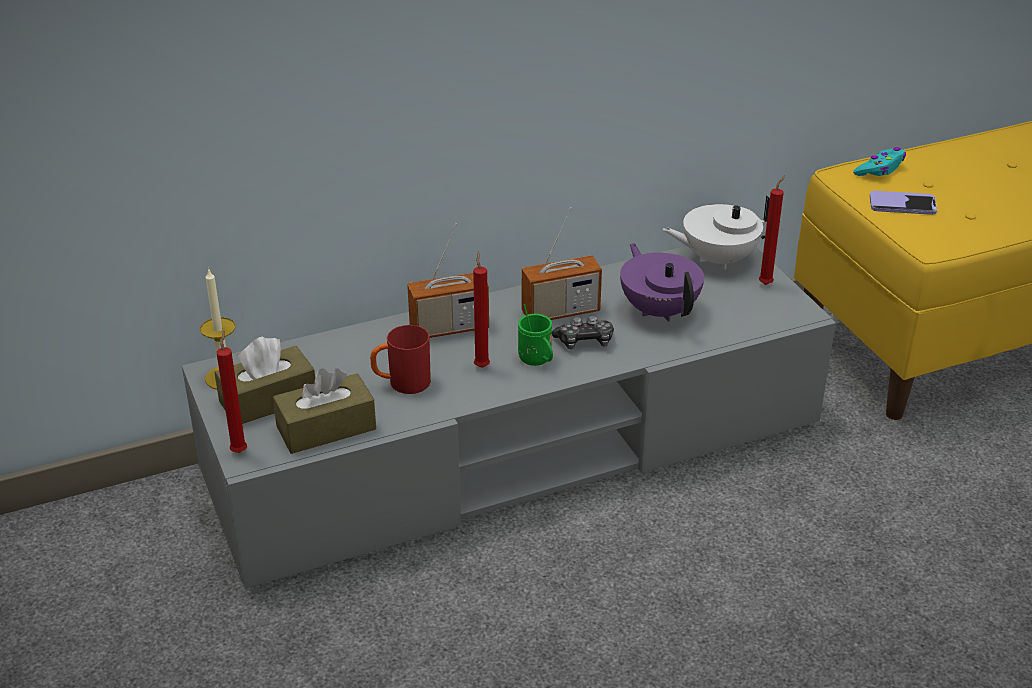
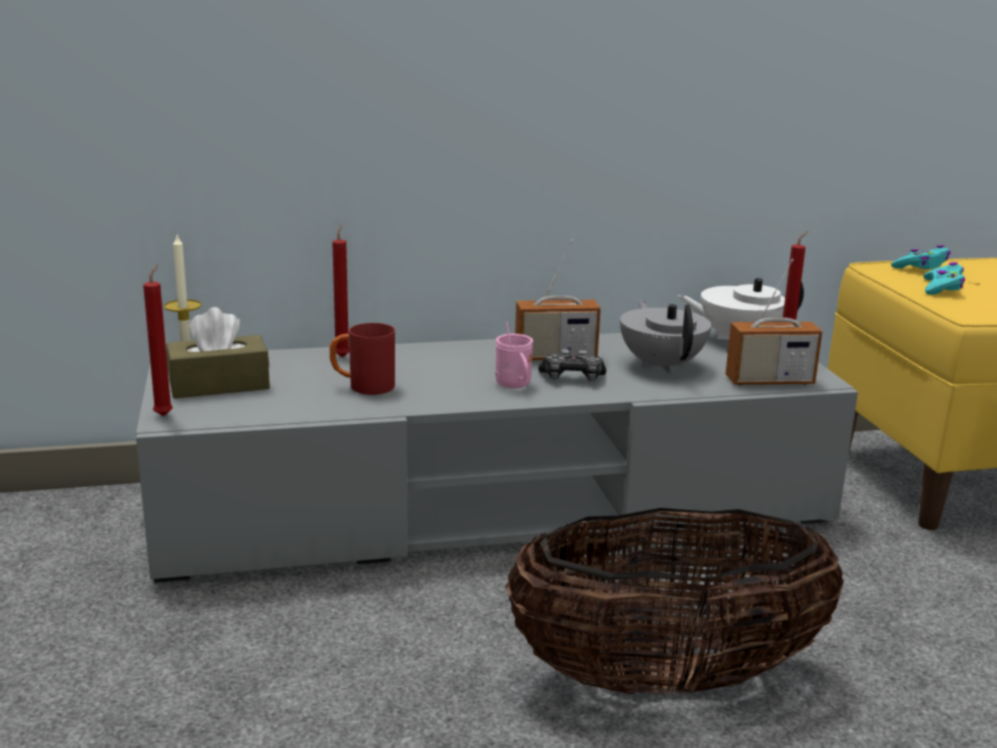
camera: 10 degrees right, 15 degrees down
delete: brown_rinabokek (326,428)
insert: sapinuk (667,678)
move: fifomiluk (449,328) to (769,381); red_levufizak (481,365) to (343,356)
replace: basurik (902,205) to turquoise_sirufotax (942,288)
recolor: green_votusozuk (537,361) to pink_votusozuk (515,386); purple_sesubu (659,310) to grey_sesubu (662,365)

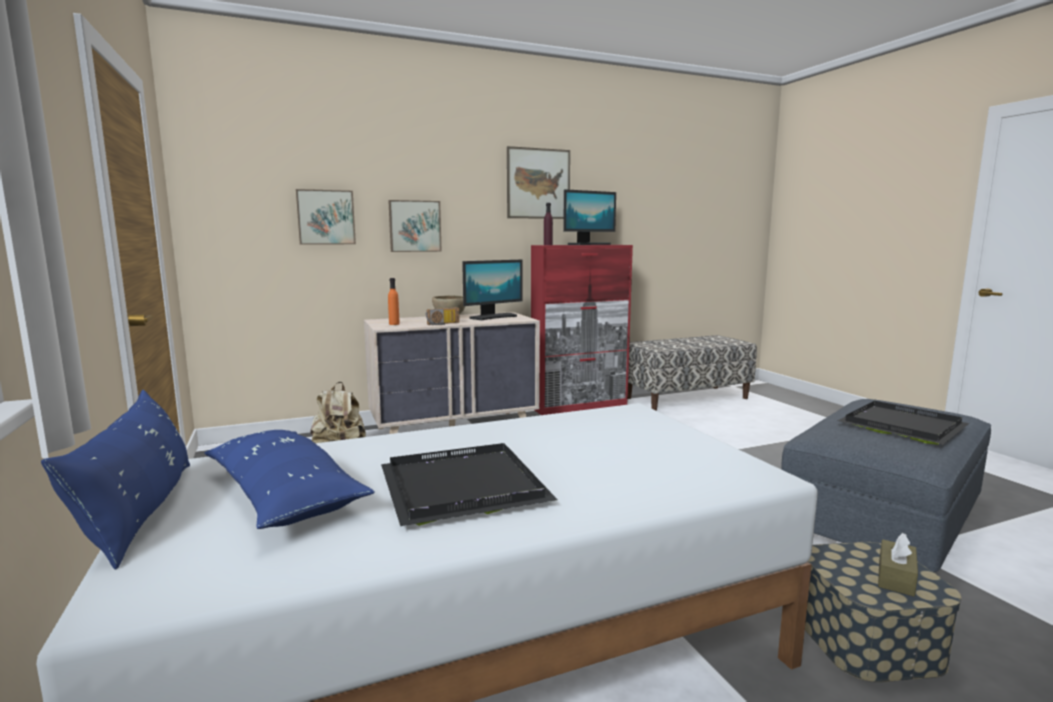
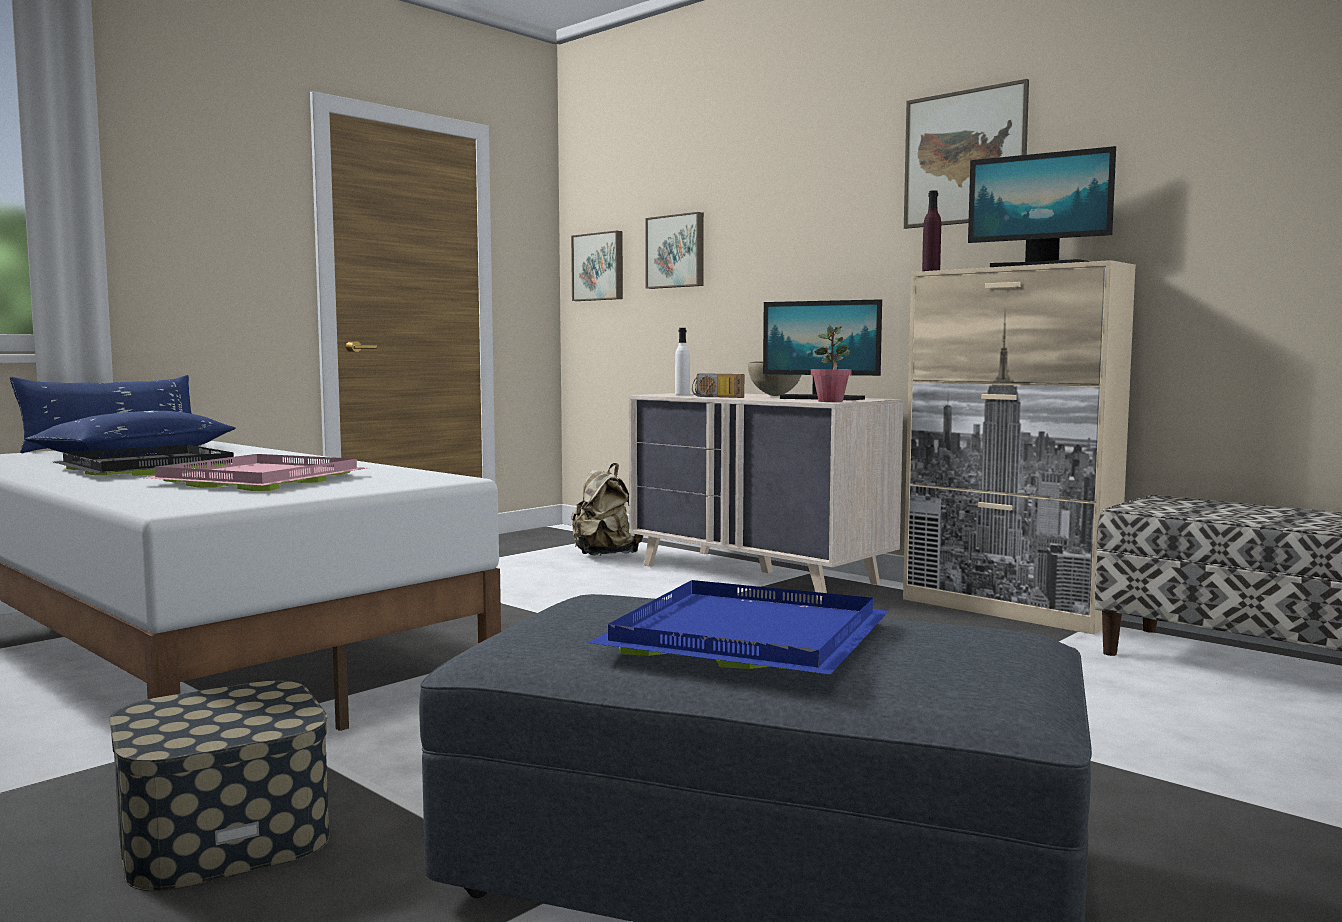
camera: 65 degrees right, 5 degrees down
delete: brown_rinabokek (896,577)
insert: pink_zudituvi (260,480); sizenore (830,401)
move: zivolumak (414,226) to (599,267)
recolor: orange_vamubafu (394,324) to white_vamubafu (682,394); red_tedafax (579,406) to beige_tedafax (1007,610); black_zudituvi (900,425) to blue_zudituvi (752,636)

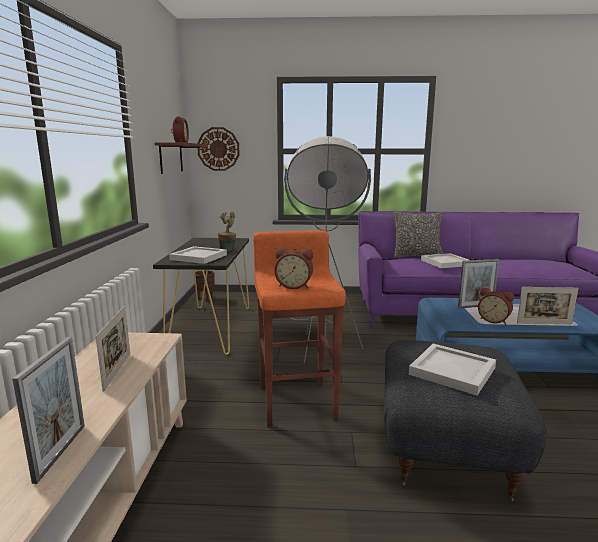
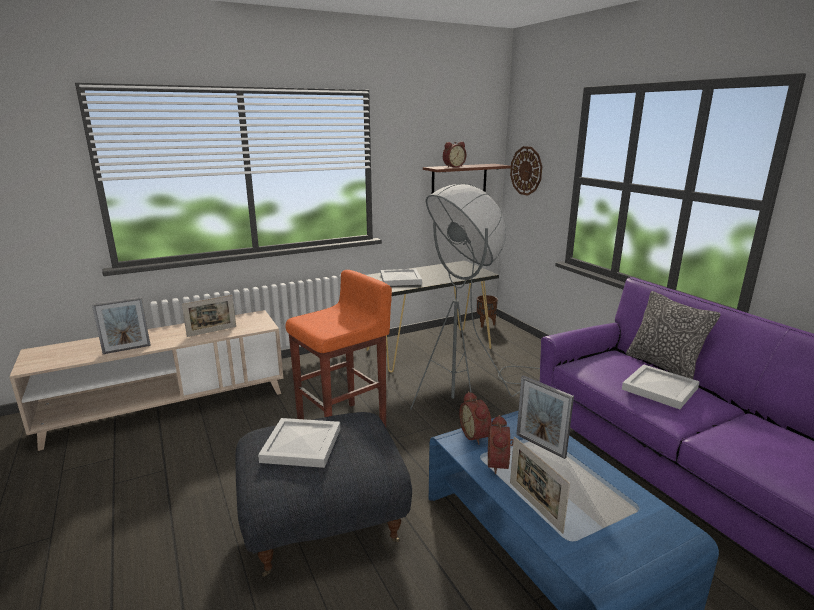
camera: 60 degrees right, 5 degrees up
delete: sizenore (228,250)
move: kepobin (294,286) to (476,435)

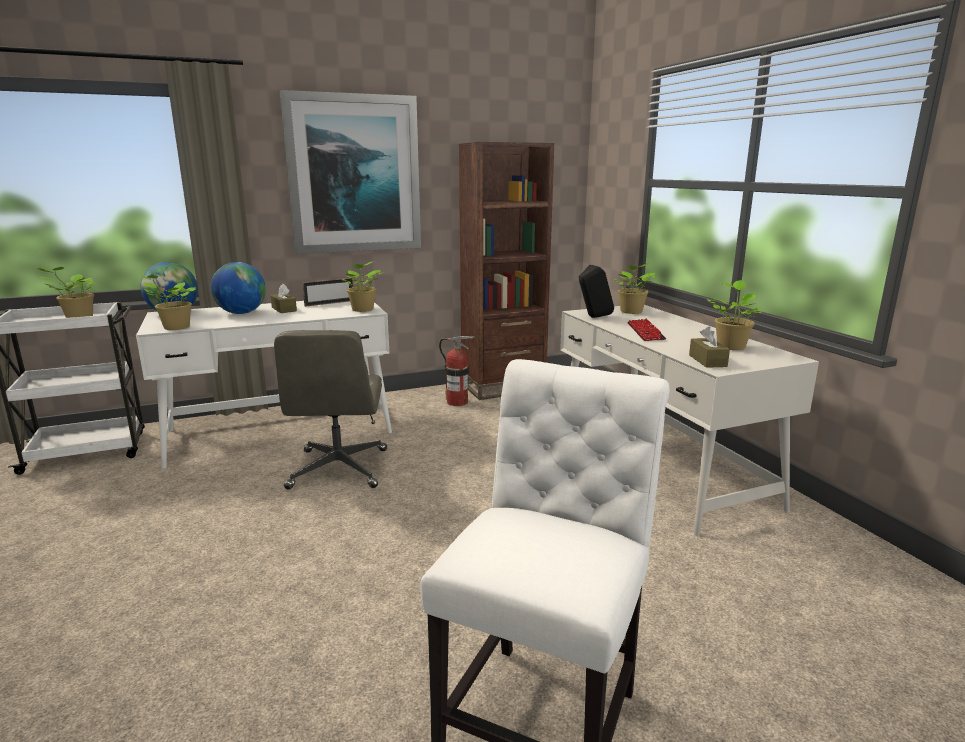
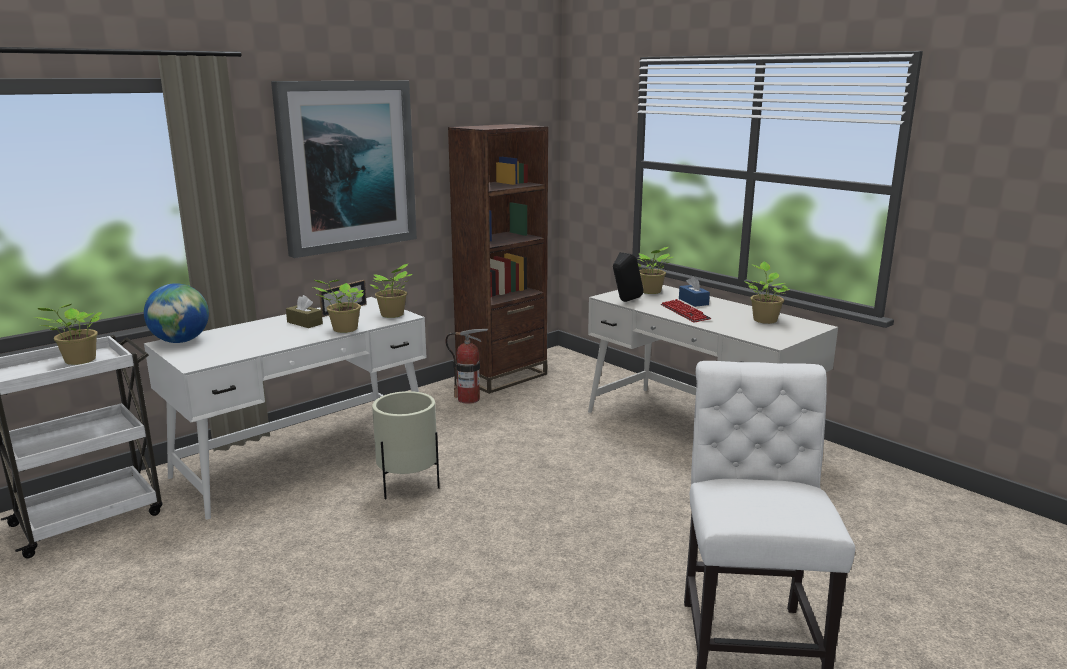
camera: 20 degrees left, 0 degrees up
delete: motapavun (241,313); brown_rinabokek (707,361)
insert: blue_rinabokek (693,301)
move: sizenore (174,327) to (343,330)
replace: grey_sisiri (339,469) to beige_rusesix (408,486)

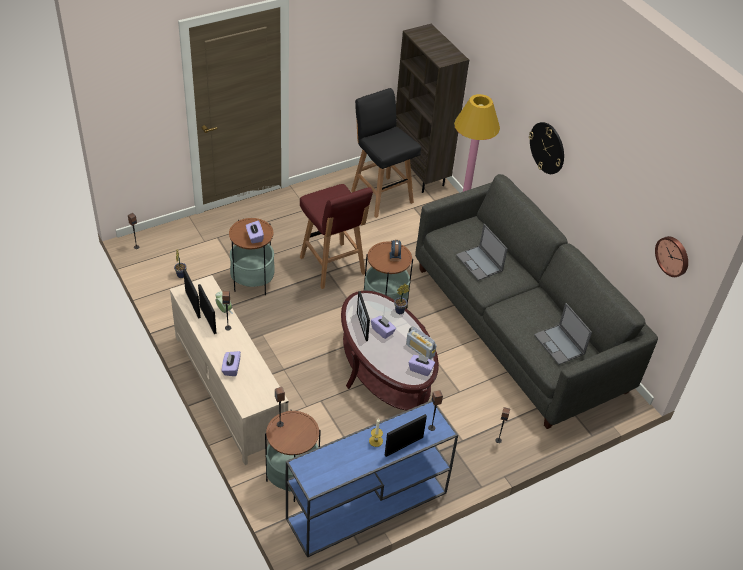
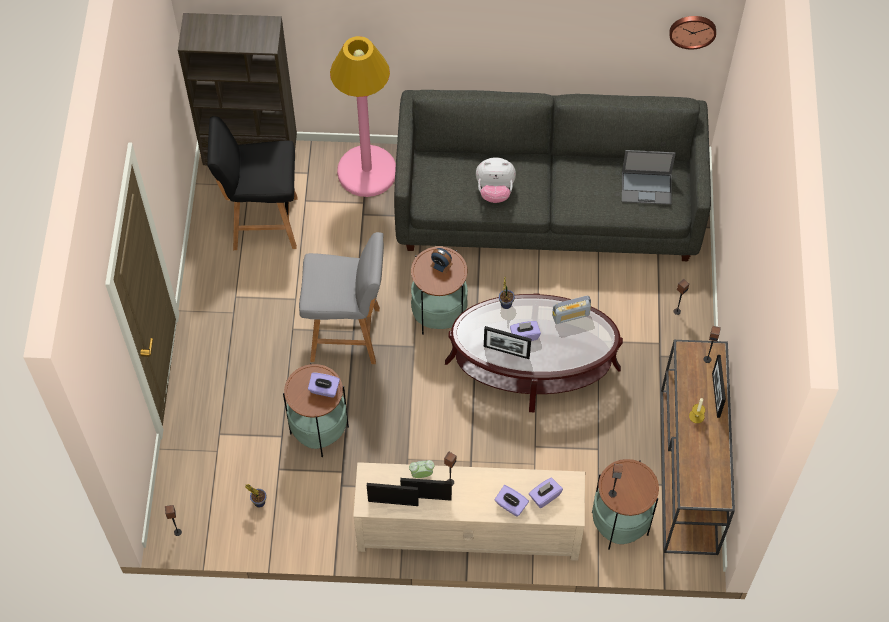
camera: 55 degrees left, 15 degrees up
delete: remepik (547,148)
move: purple_rinabokek (421,369) to (544,496)
replace: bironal (479,263) to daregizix (495,191)
recolor: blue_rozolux (366,506) to brown_rozolux (689,472); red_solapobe (333,267) to grey_solapobe (347,335)

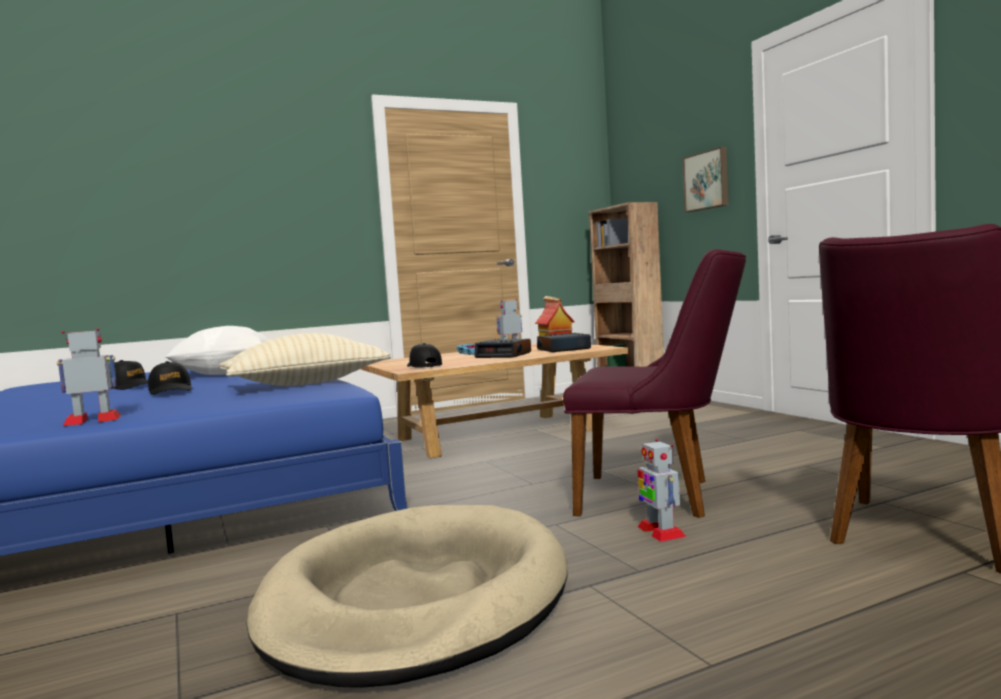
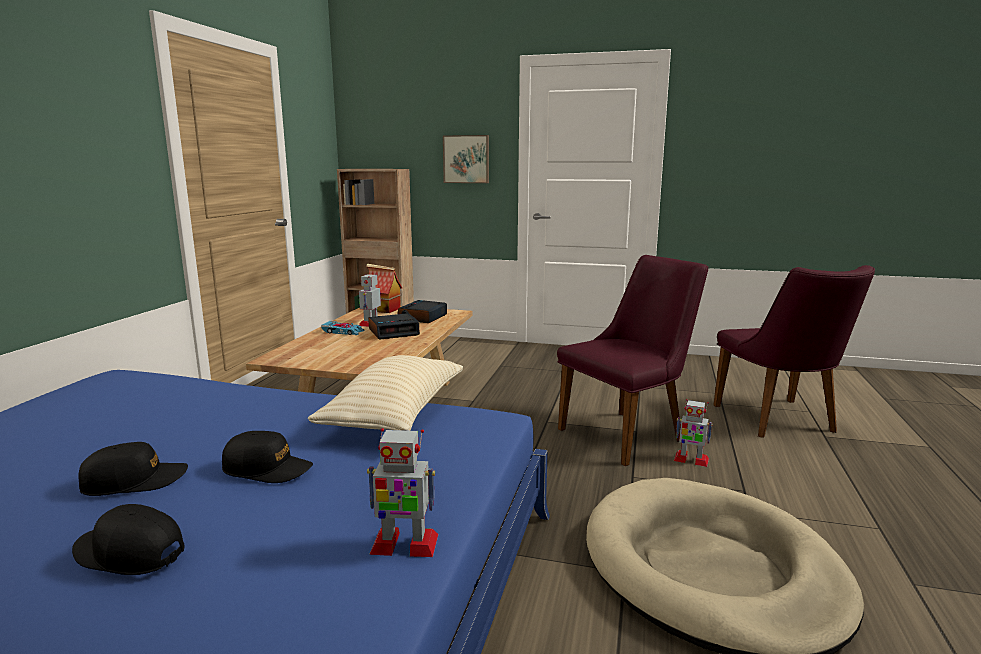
camera: 50 degrees left, 10 degrees up
delete: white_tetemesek (226,373)
move: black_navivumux (424,366) to (129,553)
rotate: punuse (93,420) = (403,544) 105 degrees counterclockwise

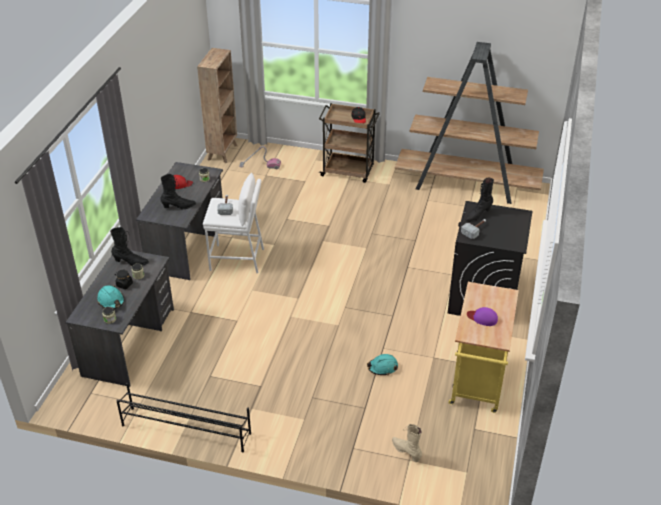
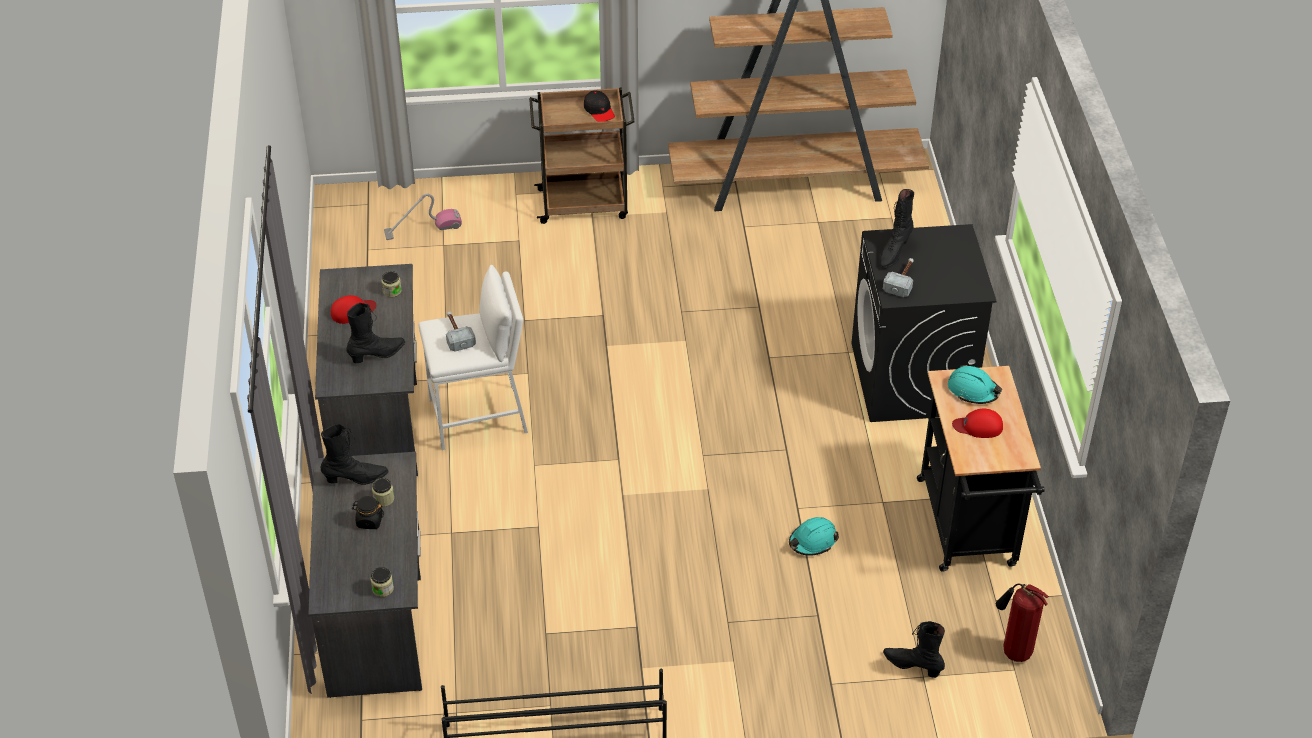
camera: 20 degrees left, 5 degrees up
delete: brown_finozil (223,152)
insert: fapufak (1013,651)
move: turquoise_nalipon (111,301) to (973,390)
recolor: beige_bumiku (406,451) to black_bumiku (912,665); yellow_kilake (477,385) to black_kilake (968,529); purple_navivumux (482,318) to red_navivumux (978,426)

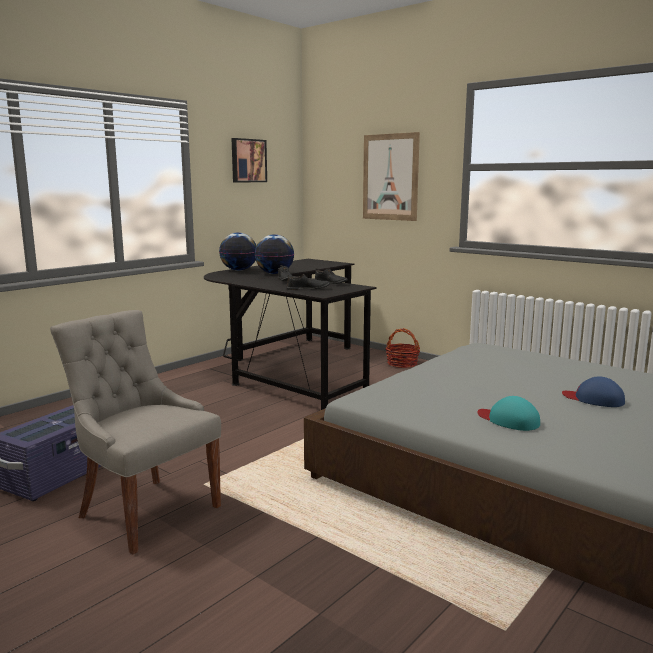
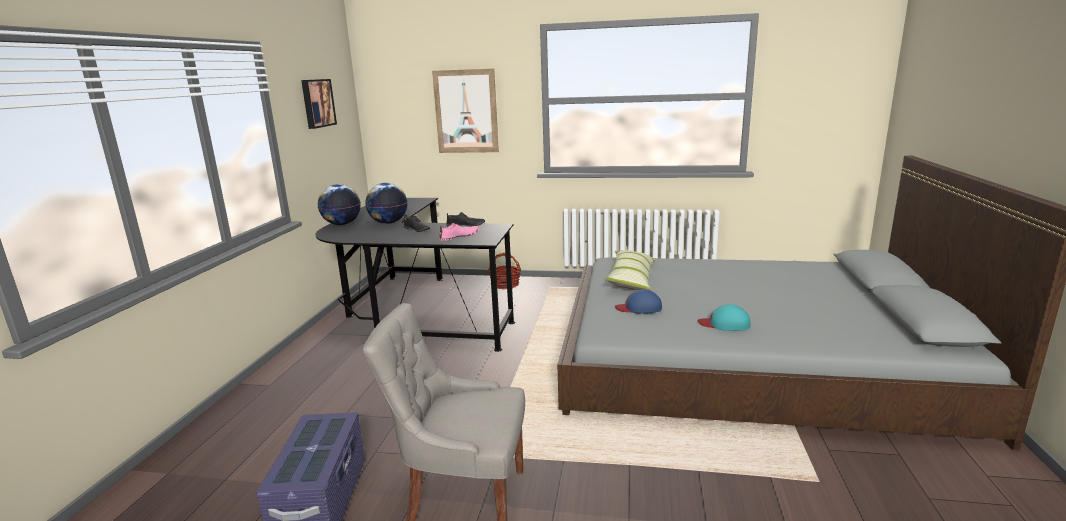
camera: 30 degrees left, 5 degrees up
insert: tetemesek (631,279)
move: blue_navivumux (594,399) to (639,308)
recolor: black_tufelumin (308,288) to pink_tufelumin (459,236)

